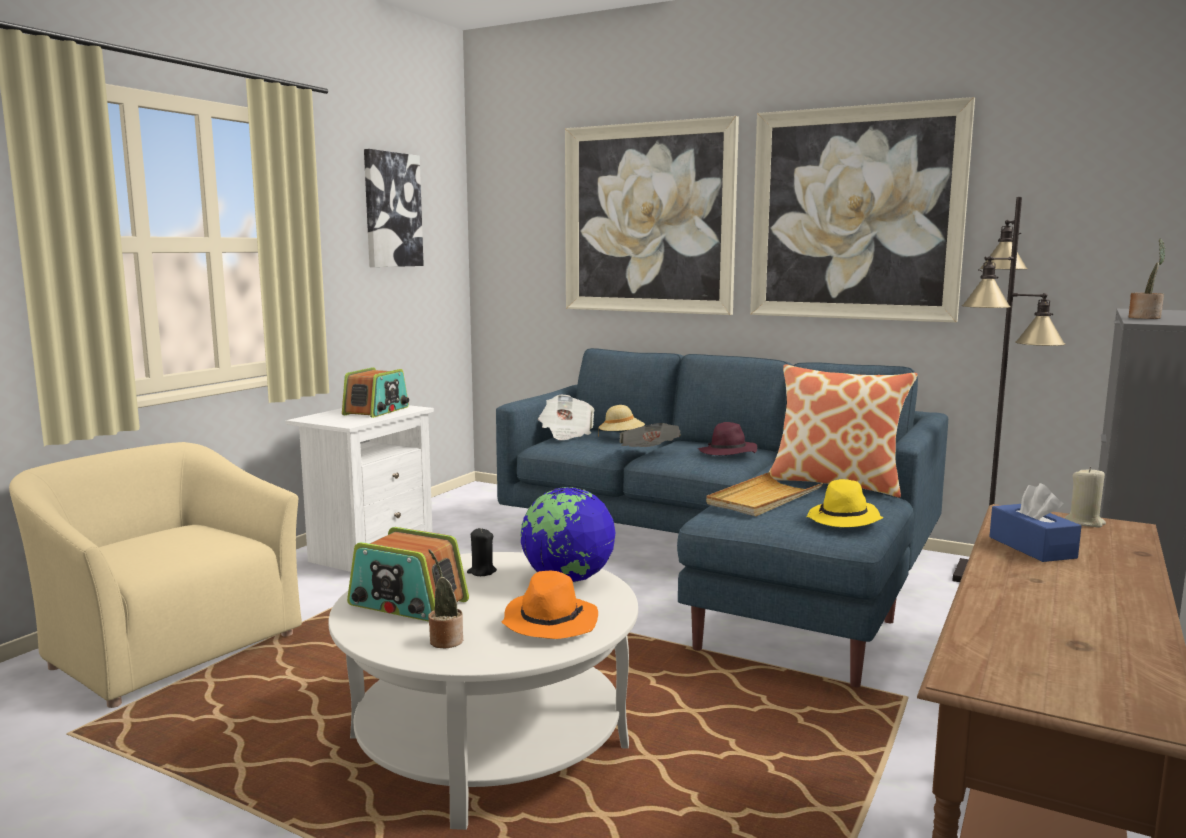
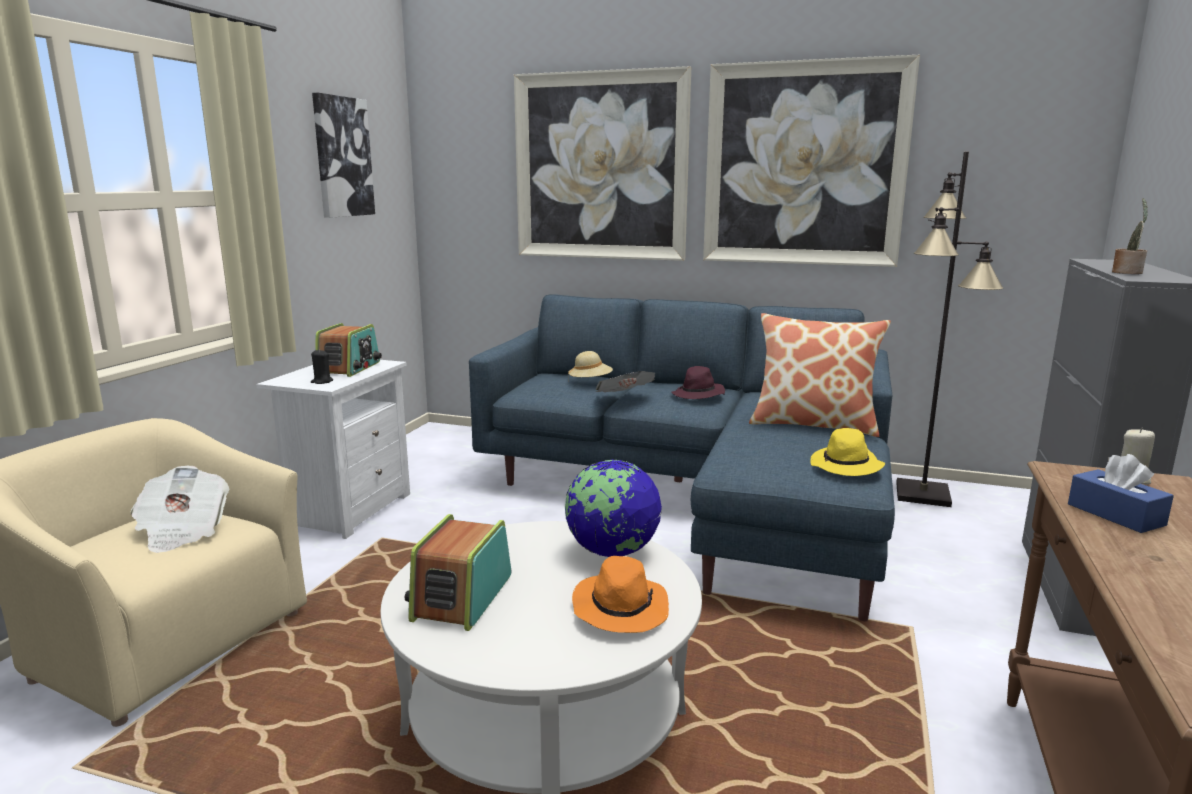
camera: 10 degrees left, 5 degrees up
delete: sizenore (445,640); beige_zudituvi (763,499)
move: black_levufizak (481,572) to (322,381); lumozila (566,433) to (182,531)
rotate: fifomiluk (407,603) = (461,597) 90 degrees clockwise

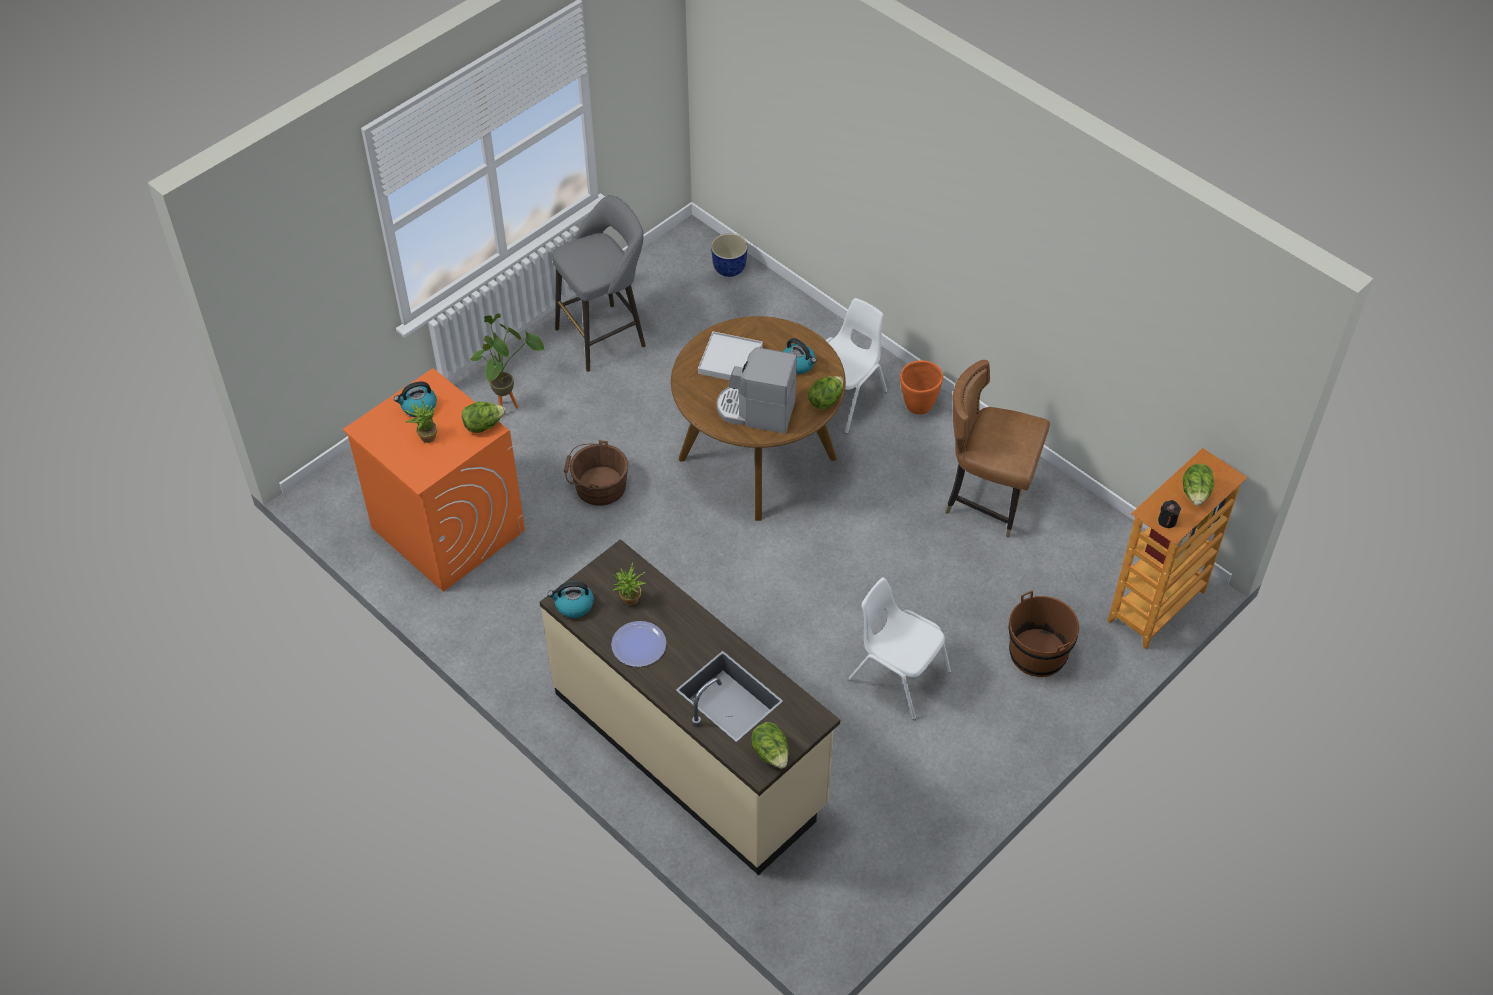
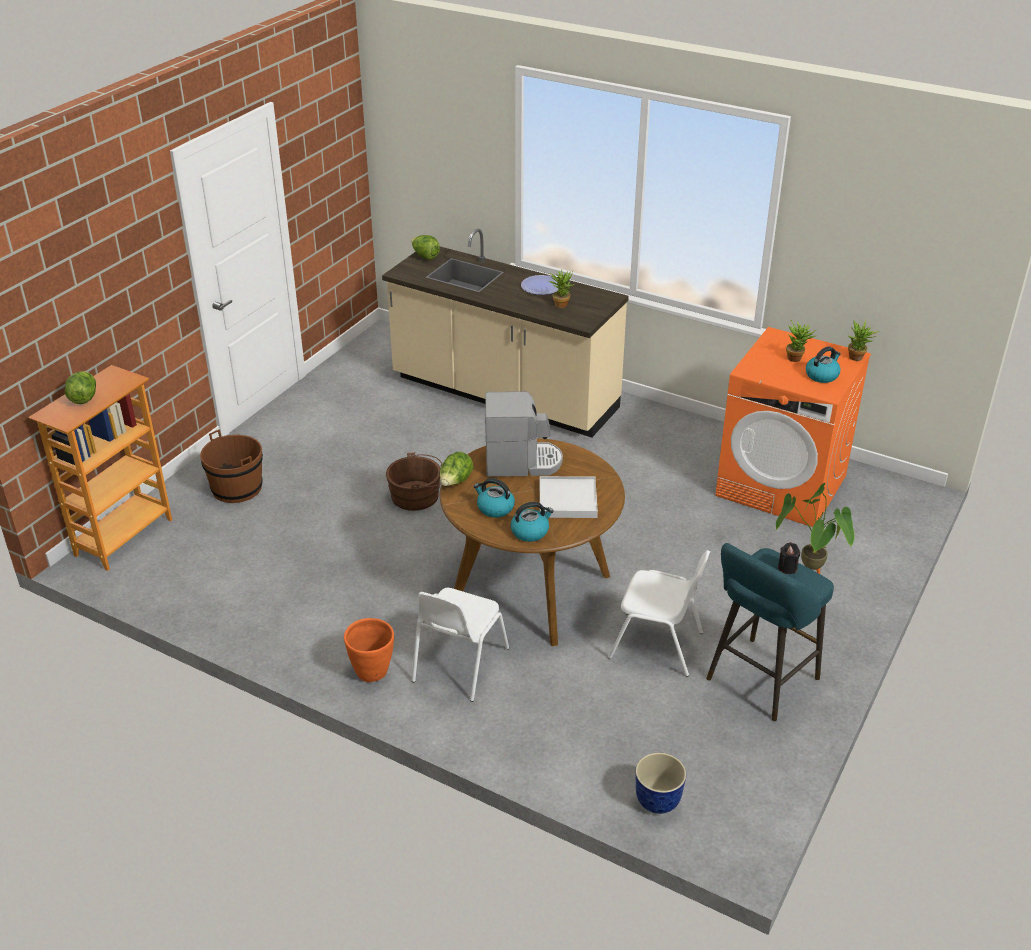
camera: 165 degrees right, 15 degrees down
delete: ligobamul (484,425); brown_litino (987,499)
insert: sizenore (858,359)
move: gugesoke (573,605) to (530,531); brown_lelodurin (597,486) to (418,496); white_litino (897,675) to (657,645); black_levufizak (1167,521) to (787,568)
recolor: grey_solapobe (605,335) to turquoise_solapobe (758,682)

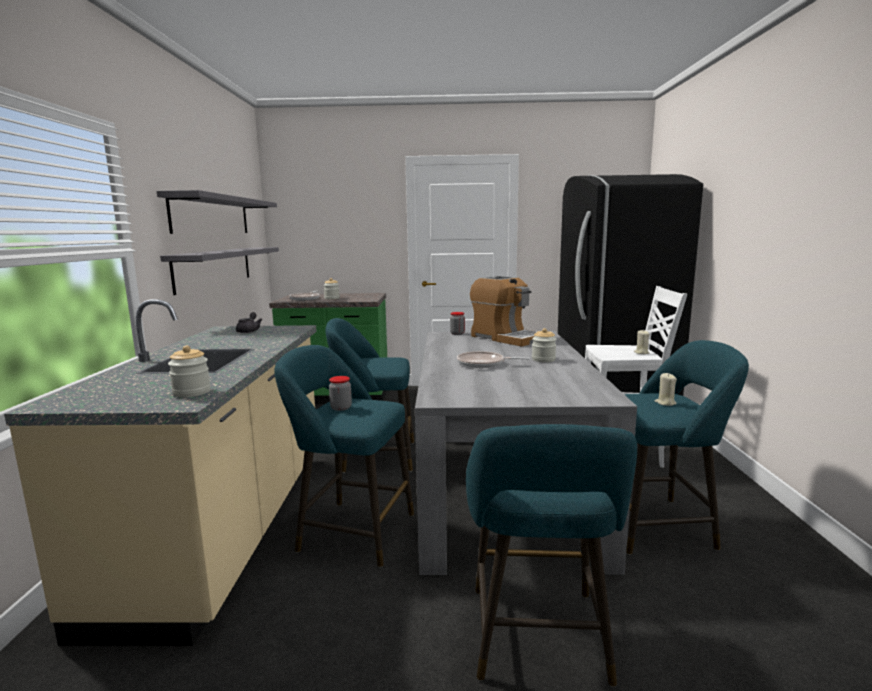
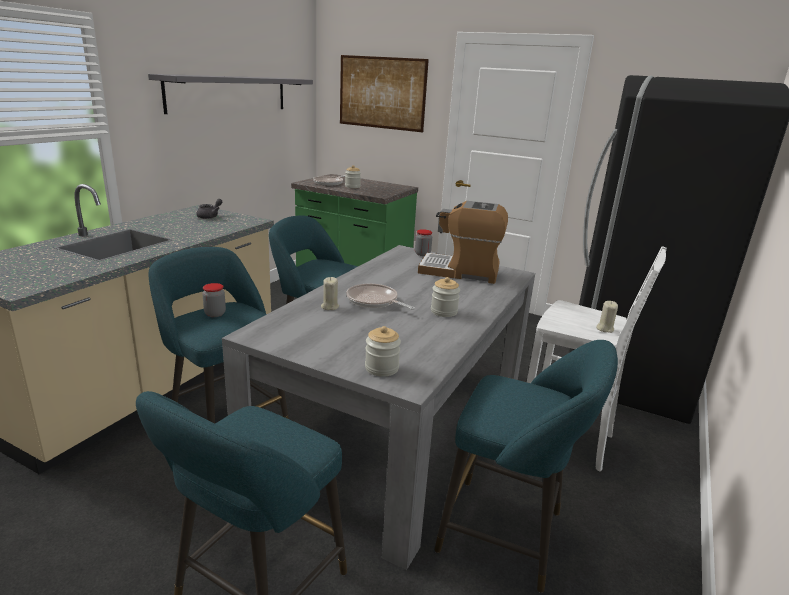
camera: 25 degrees right, 10 degrees up
delete: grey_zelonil (214,268)
insert: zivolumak (381,93)
move: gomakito (191,392) to (381,368); beige_levufizak (665,403) to (329,306)
rotate: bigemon (506,338) = (461,271) 120 degrees clockwise

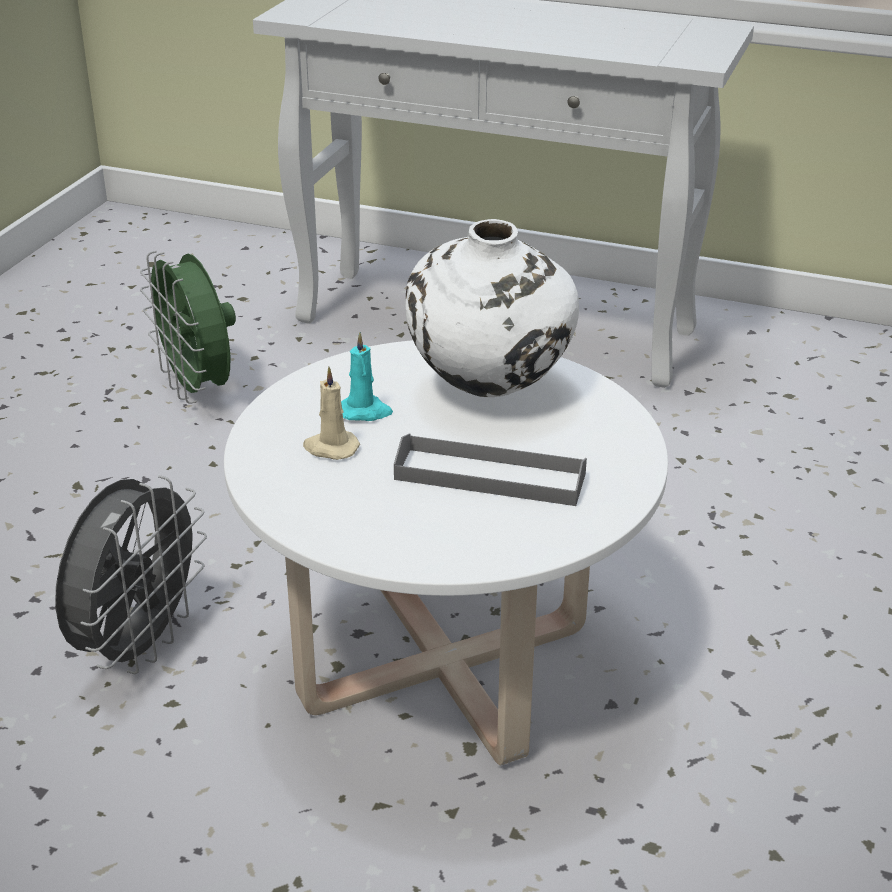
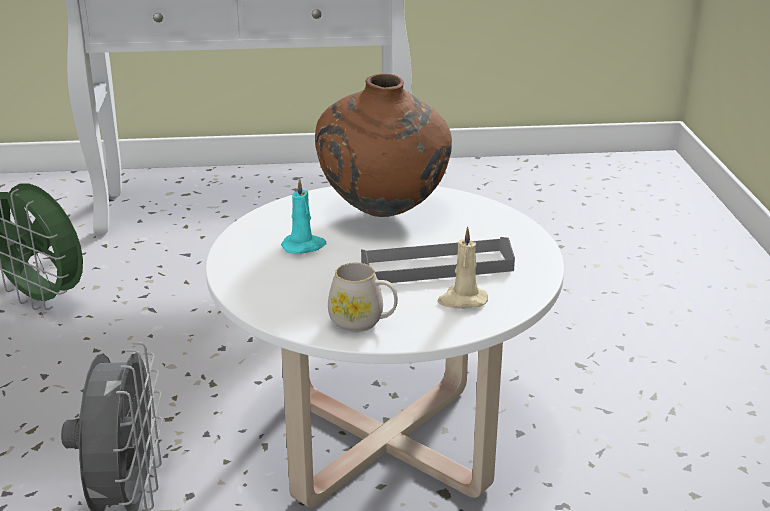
camera: 25 degrees left, 5 degrees down
insert: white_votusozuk (363,322)
move: beige_levufizak (330,448) to (462,300)
recolor: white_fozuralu (490,391) to brown_fozuralu (384,214)

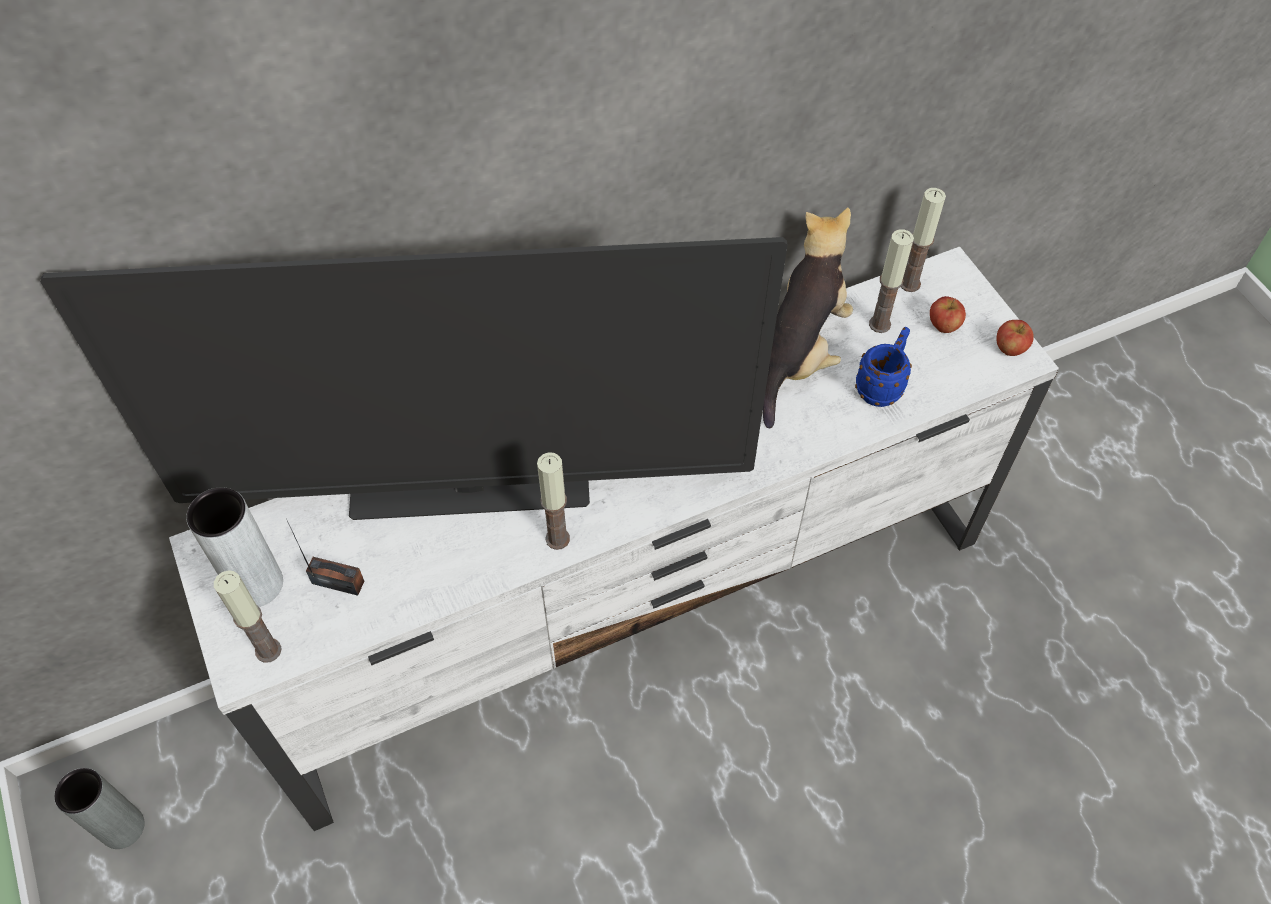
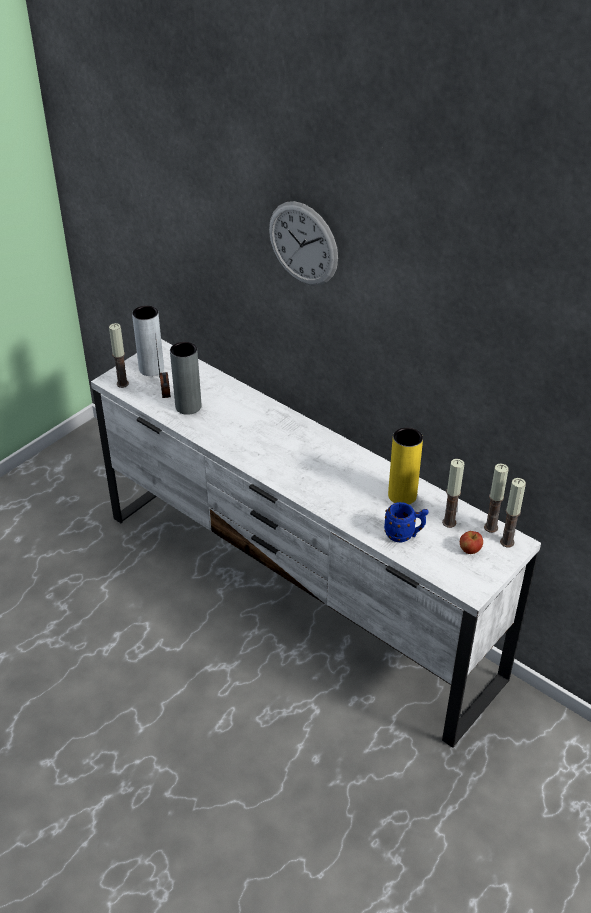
camera: 65 degrees right, 15 degrees down
delete: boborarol (470,494); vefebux (1009,348)
insert: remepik (303,243)
move: grey_fozuralu (122,827) to (188,406); levufizak (557,538) to (507,542)
replace: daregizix (798,353) to yellow_fozuralu (402,495)

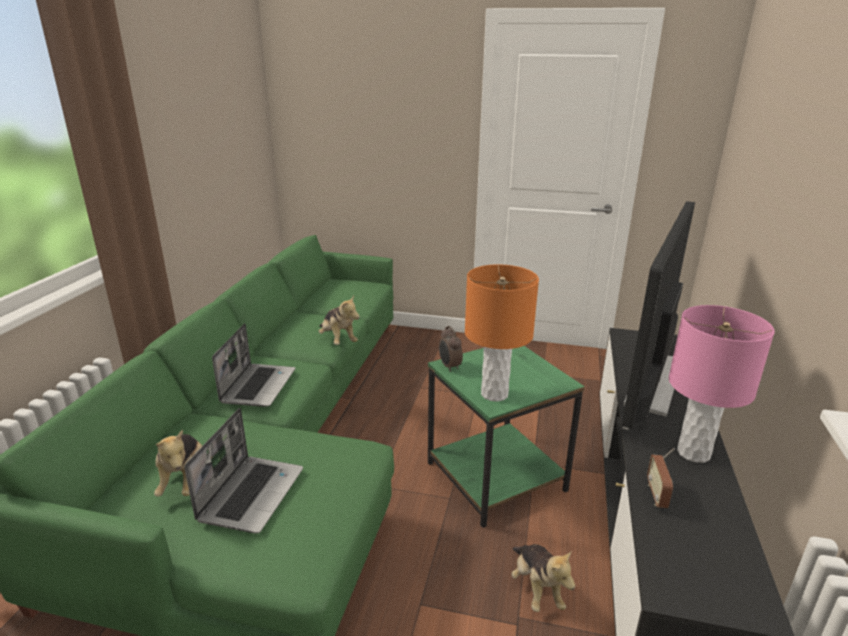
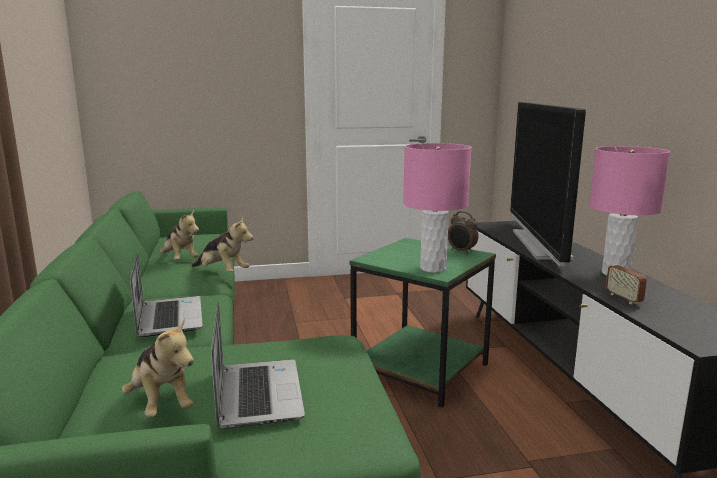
camera: 25 degrees left, 10 degrees down
move: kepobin (449,366) to (461,251); daregizix (536,588) to (180,260)
recolor: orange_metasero (495,394) to pink_metasero (433,268)

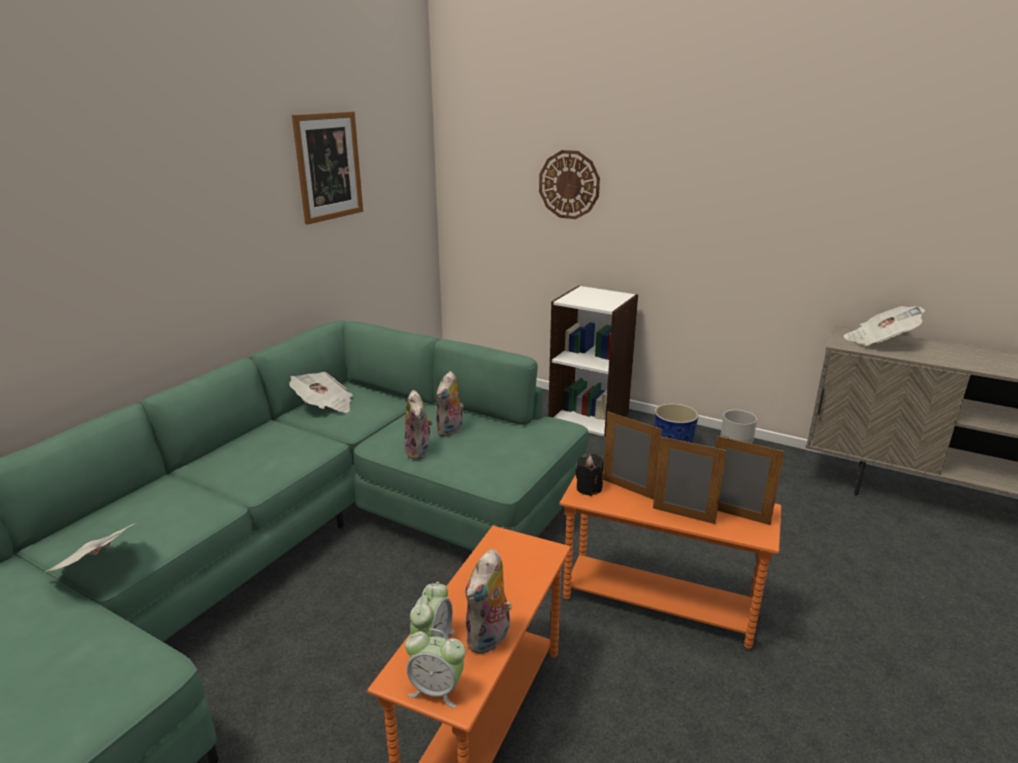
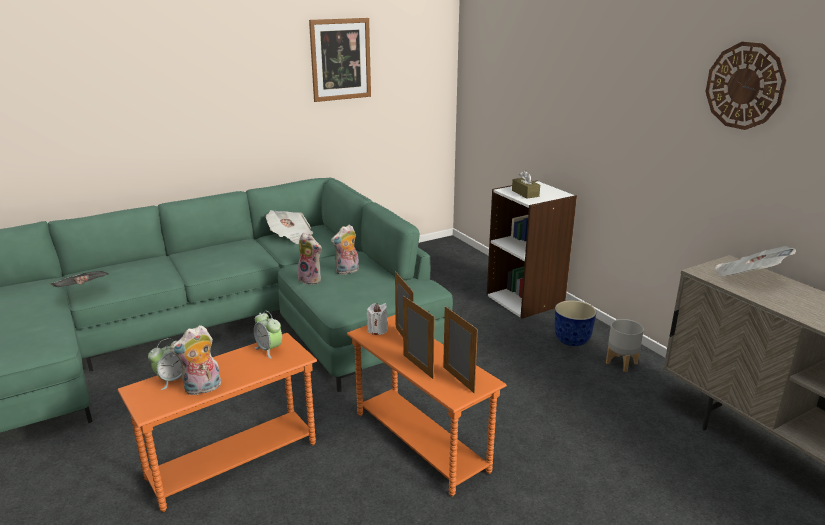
camera: 30 degrees right, 0 degrees up
insert: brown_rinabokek (525,193)
move: kepobin (436,690) to (269,350); remepik (569,184) to (745,86)
recolor: black_levufizak (589,488) to white_levufizak (377,330)
rotate: daregizix (419,452) = (311,280) 75 degrees counterclockwise

